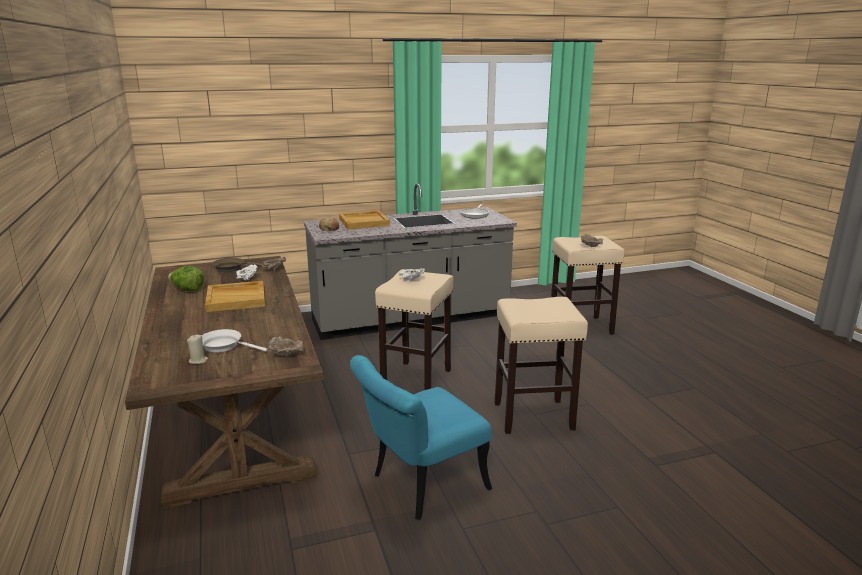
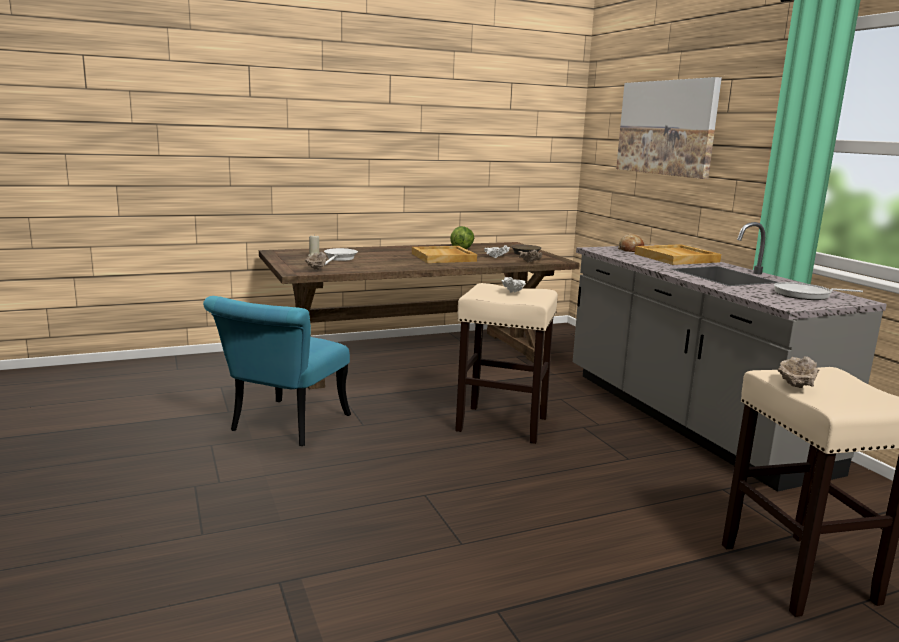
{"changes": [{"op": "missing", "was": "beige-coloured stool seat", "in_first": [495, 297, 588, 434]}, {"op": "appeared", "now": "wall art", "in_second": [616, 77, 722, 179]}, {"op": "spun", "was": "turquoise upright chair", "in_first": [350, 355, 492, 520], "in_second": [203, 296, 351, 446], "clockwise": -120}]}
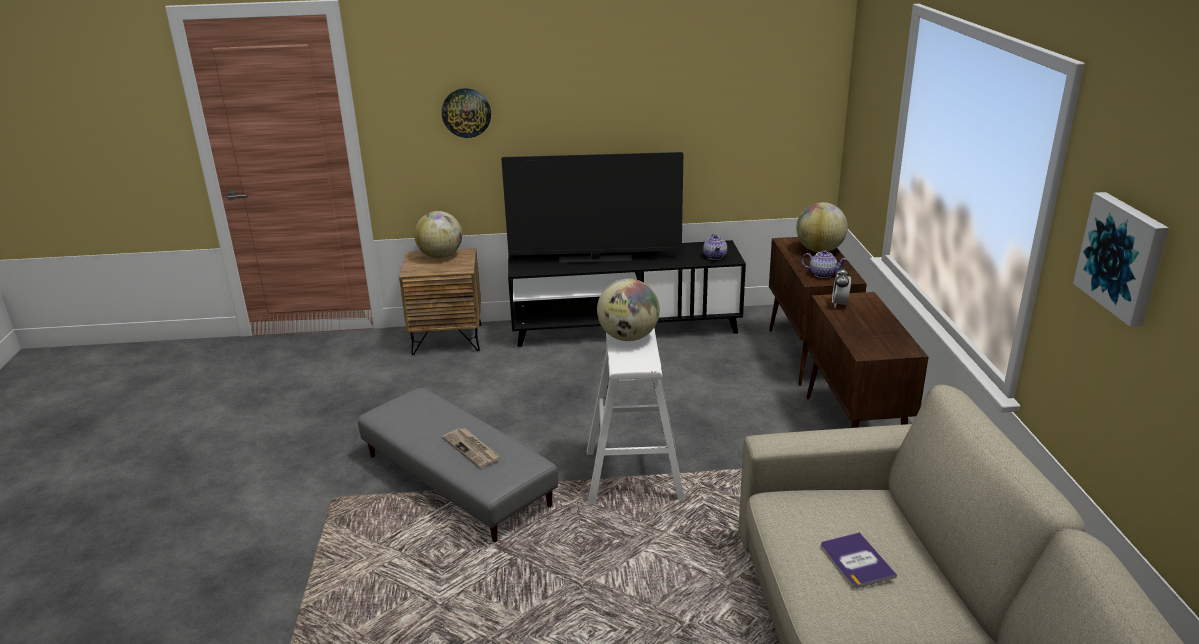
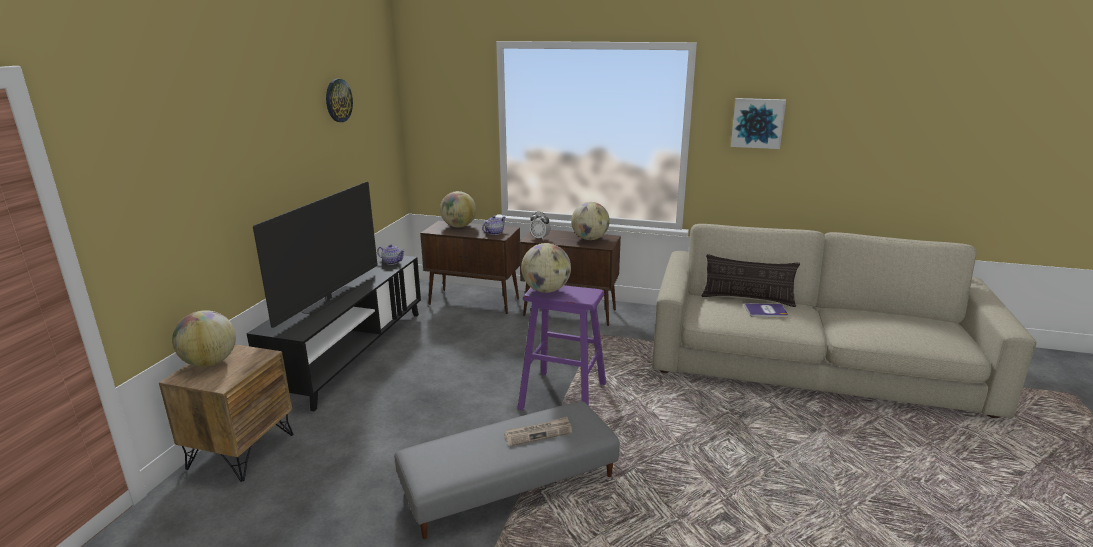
{"changes": [{"op": "appeared", "now": "world globe", "in_second": [571, 202, 610, 240]}, {"op": "appeared", "now": "cushion", "in_second": [701, 254, 800, 307]}, {"op": "relocated", "was": "wall clock", "in_first": [442, 88, 491, 138], "in_second": [326, 79, 353, 122]}, {"op": "colour", "was": "white-coloured stool seat", "now": "purple stool seat", "in_first": [587, 329, 685, 504], "in_second": [518, 285, 606, 410]}]}
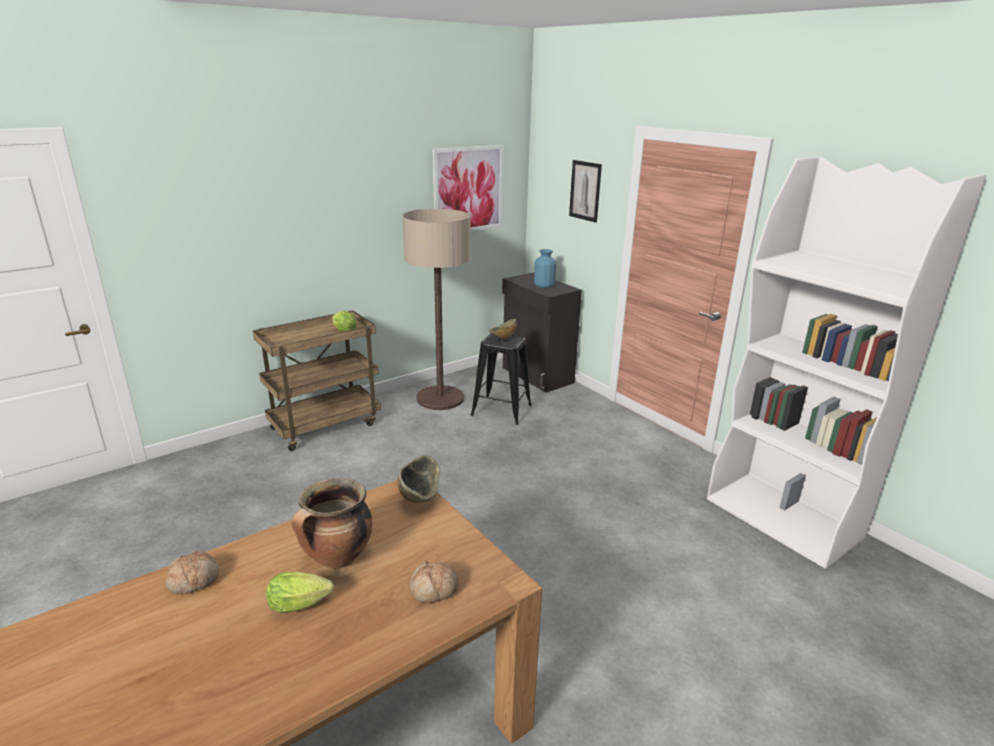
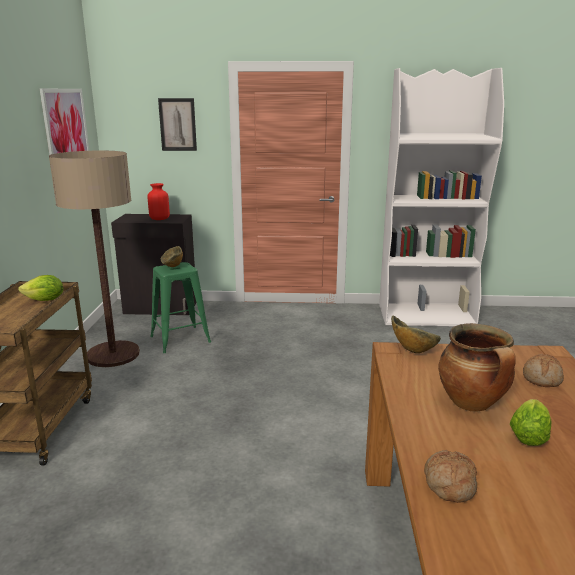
{"changes": [{"op": "colour", "was": "blackish stool seat", "now": "green-coloured stool seat", "in_first": [471, 333, 532, 425], "in_second": [150, 262, 211, 353]}, {"op": "colour", "was": "bluish flower vase", "now": "red-coloured flower vase", "in_first": [534, 249, 556, 288], "in_second": [147, 183, 170, 220]}]}
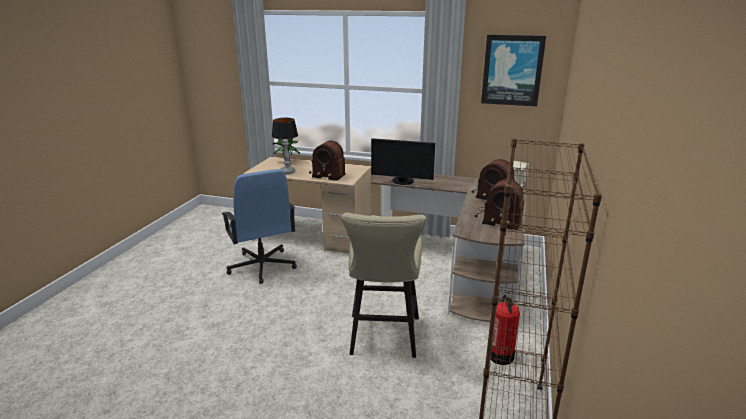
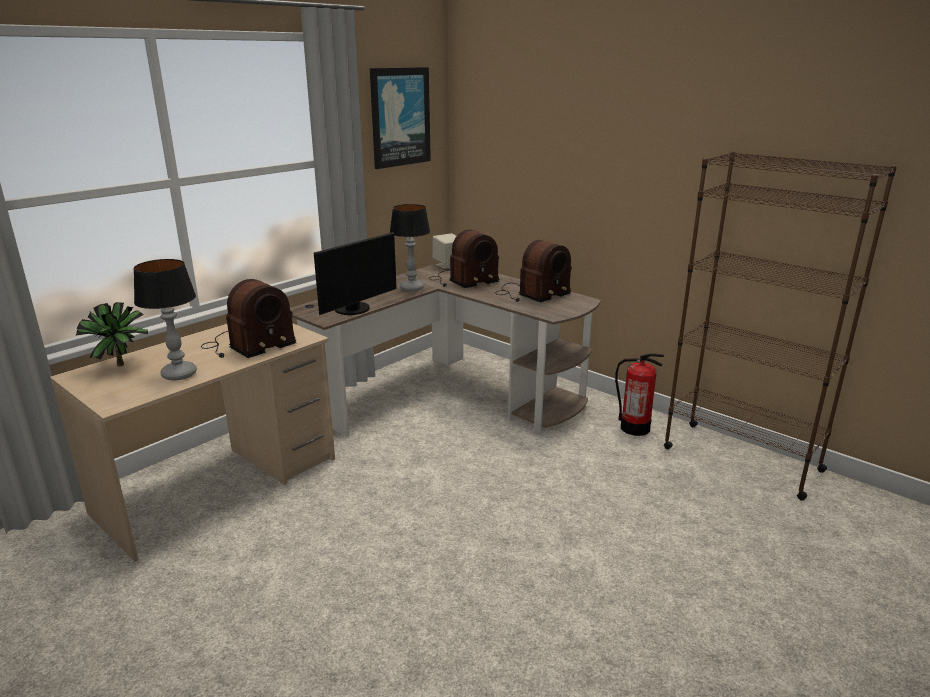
{"changes": [{"op": "missing", "was": "bluish desk chair", "in_first": [222, 169, 297, 284]}, {"op": "missing", "was": "beige-coloured stool seat", "in_first": [341, 213, 427, 358]}, {"op": "appeared", "now": "tabletop lamp", "in_second": [390, 204, 430, 292]}]}
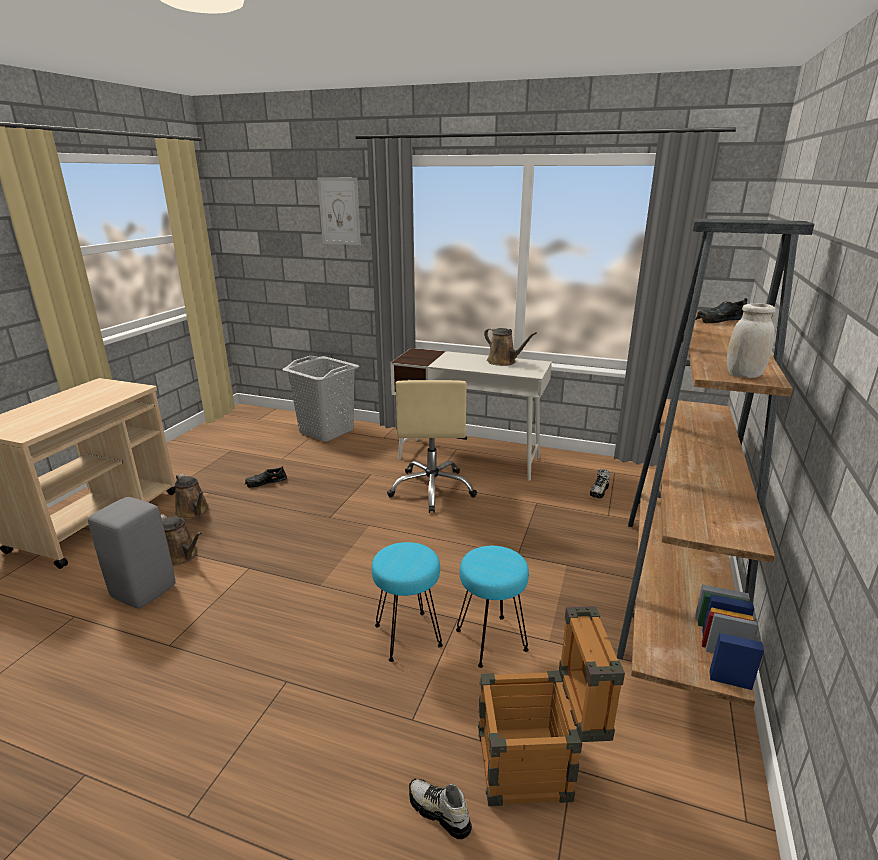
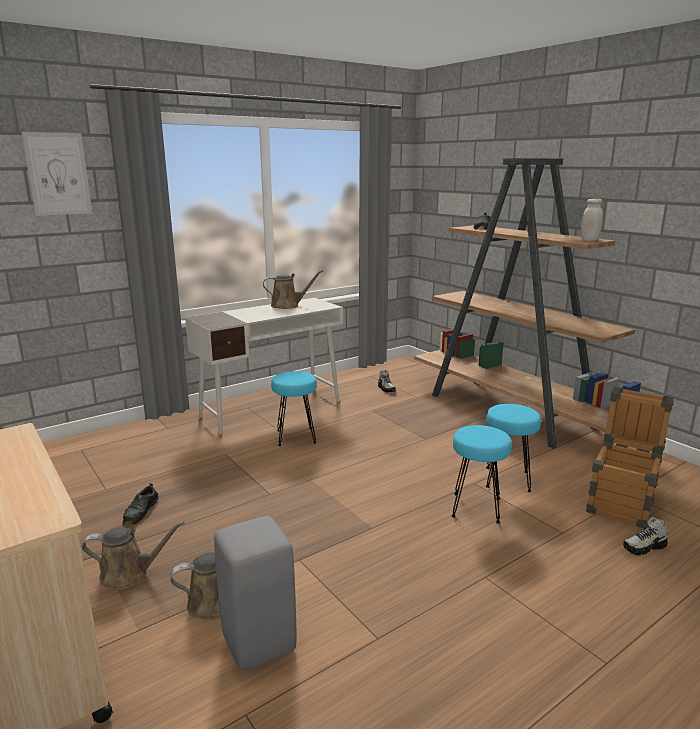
{"changes": [{"op": "missing", "was": "grey laundry basket", "in_first": [282, 356, 359, 442]}, {"op": "exchanged", "was": "beige-coloured desk chair", "now": "turquoise stool seat", "in_first": [387, 380, 477, 513], "in_second": [271, 371, 317, 446]}]}
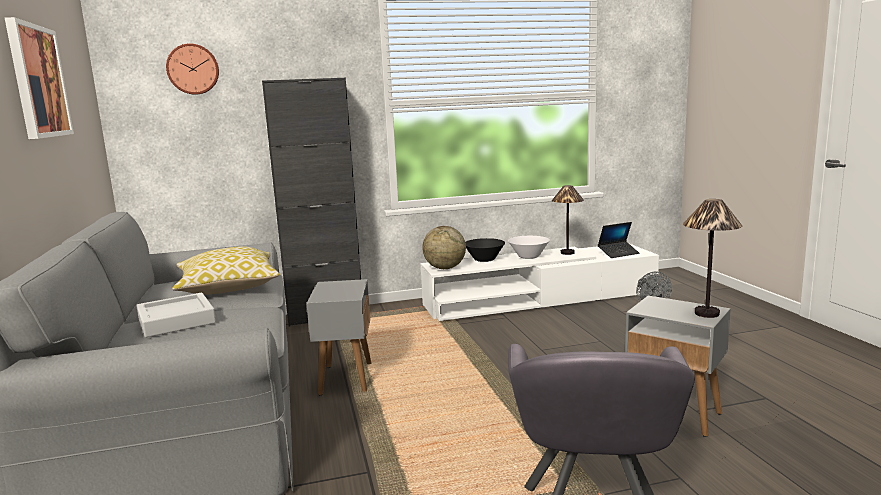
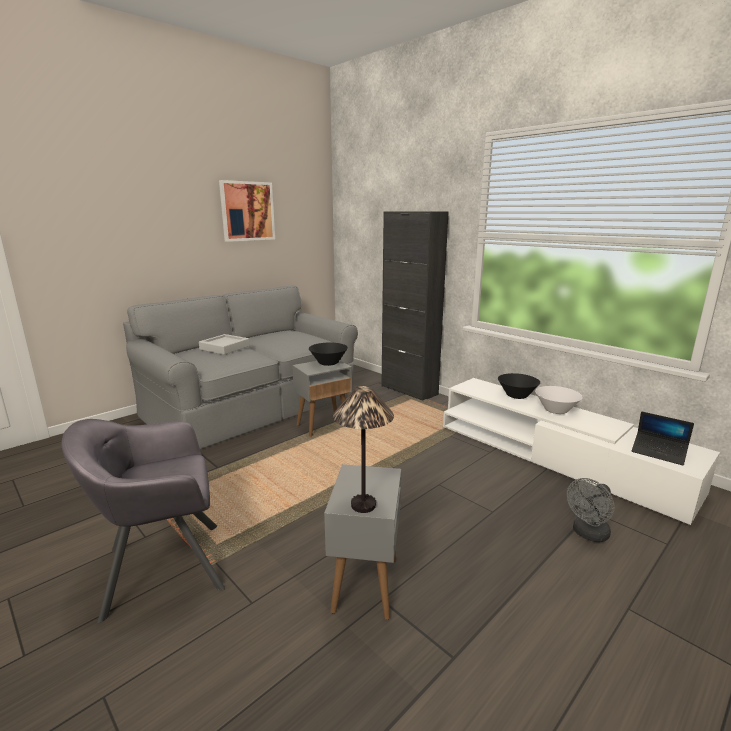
{"changes": [{"op": "missing", "was": "wall clock", "in_first": [166, 43, 219, 95]}, {"op": "missing", "was": "cushion", "in_first": [172, 246, 280, 295]}, {"op": "missing", "was": "world globe", "in_first": [422, 226, 466, 269]}, {"op": "missing", "was": "tabletop lamp", "in_first": [552, 185, 584, 255]}, {"op": "appeared", "now": "blackish deep dish", "in_second": [309, 343, 348, 366]}]}
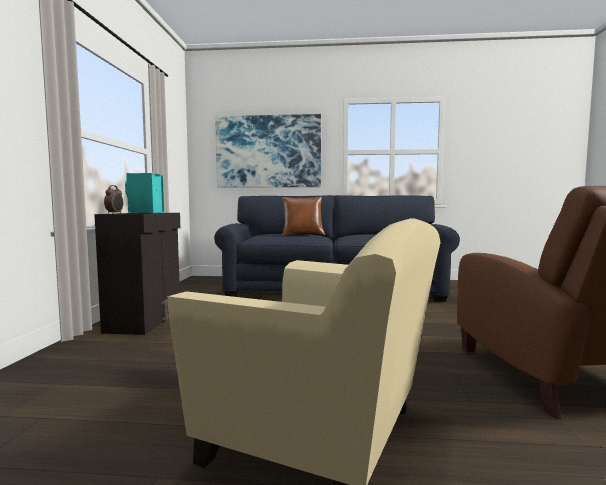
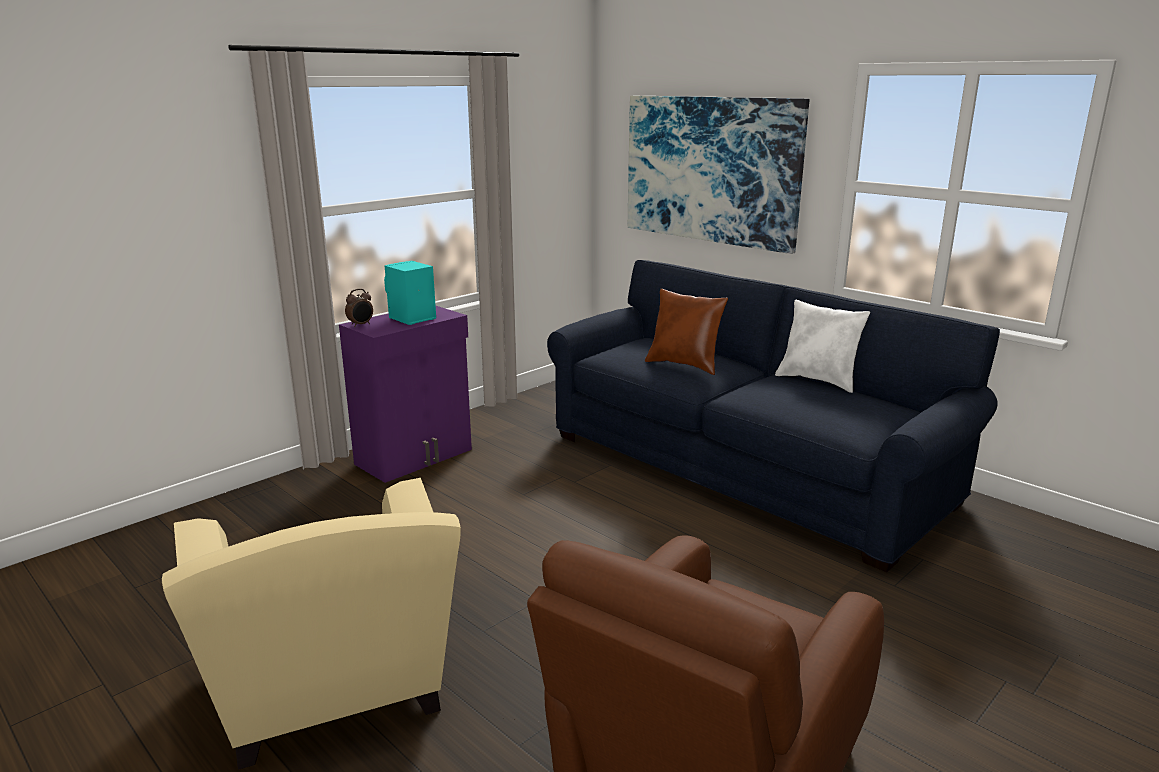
{"changes": [{"op": "appeared", "now": "white-coloured cushion", "in_second": [775, 300, 871, 393]}, {"op": "colour", "was": "blackish storage cabinet", "now": "purple storage cabinet", "in_first": [94, 213, 180, 335], "in_second": [339, 306, 472, 483]}]}
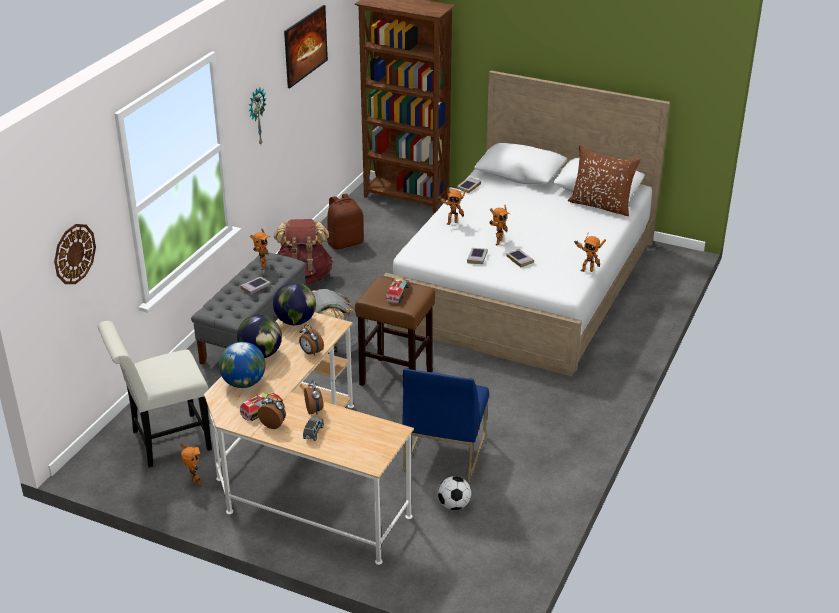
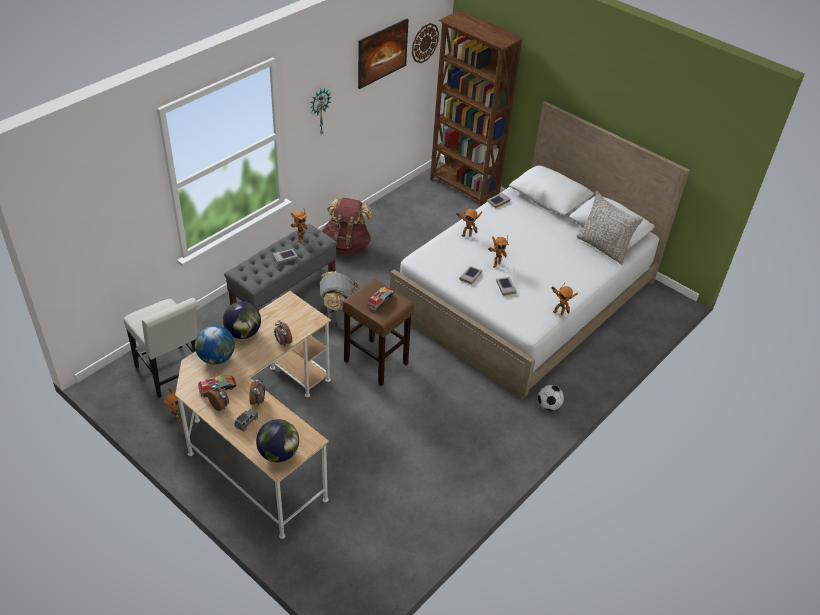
{"changes": [{"op": "missing", "was": "brown-coloured knapsack", "in_first": [327, 193, 364, 250]}, {"op": "missing", "was": "bluish upright chair", "in_first": [402, 368, 489, 483]}, {"op": "relocated", "was": "wall clock", "in_first": [54, 224, 96, 284], "in_second": [412, 23, 439, 63]}, {"op": "relocated", "was": "world globe", "in_first": [273, 283, 316, 325], "in_second": [256, 419, 299, 462]}, {"op": "relocated", "was": "football ball", "in_first": [438, 476, 471, 510], "in_second": [538, 385, 564, 411]}, {"op": "colour", "was": "brown-coloured cushion", "now": "grey cushion", "in_first": [568, 145, 640, 216], "in_second": [577, 191, 643, 265]}, {"op": "spun", "was": "white-coloured upright chair", "in_first": [97, 321, 212, 468], "in_second": [123, 298, 199, 398], "clockwise": -120}]}
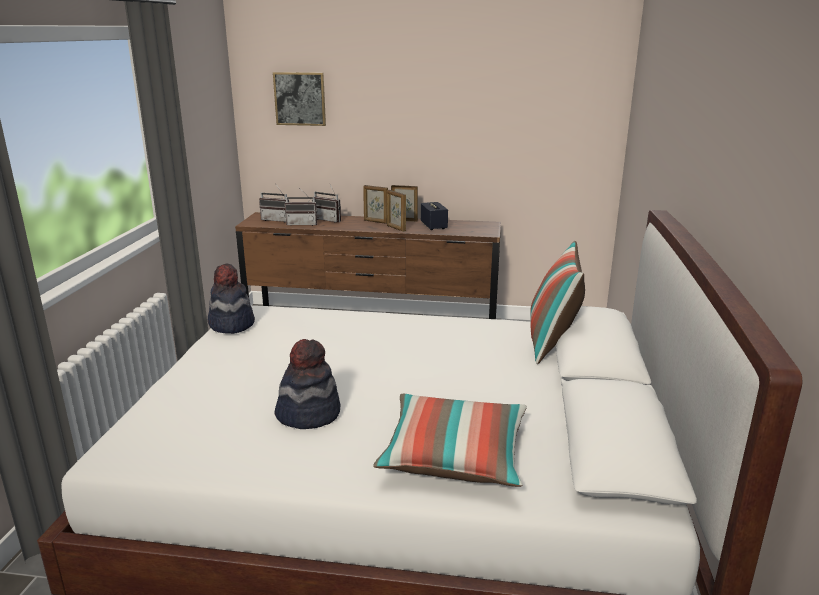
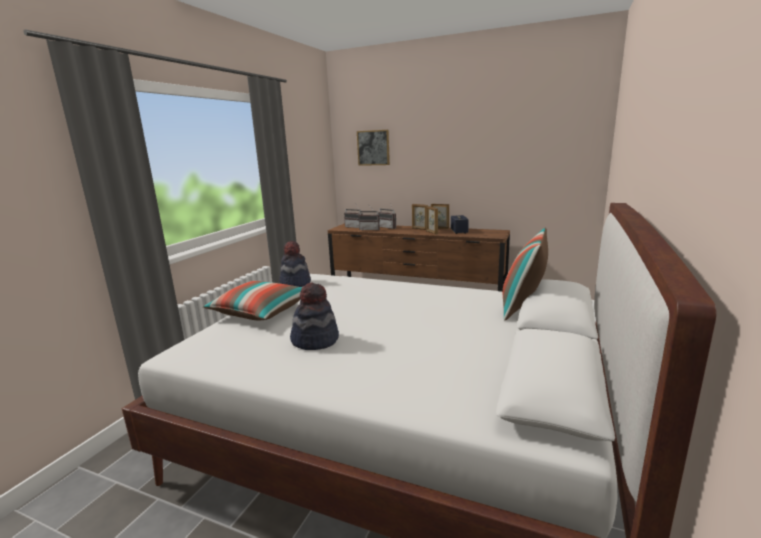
{"changes": [{"op": "relocated", "was": "cushion", "in_first": [373, 394, 527, 487], "in_second": [203, 281, 303, 320]}]}
